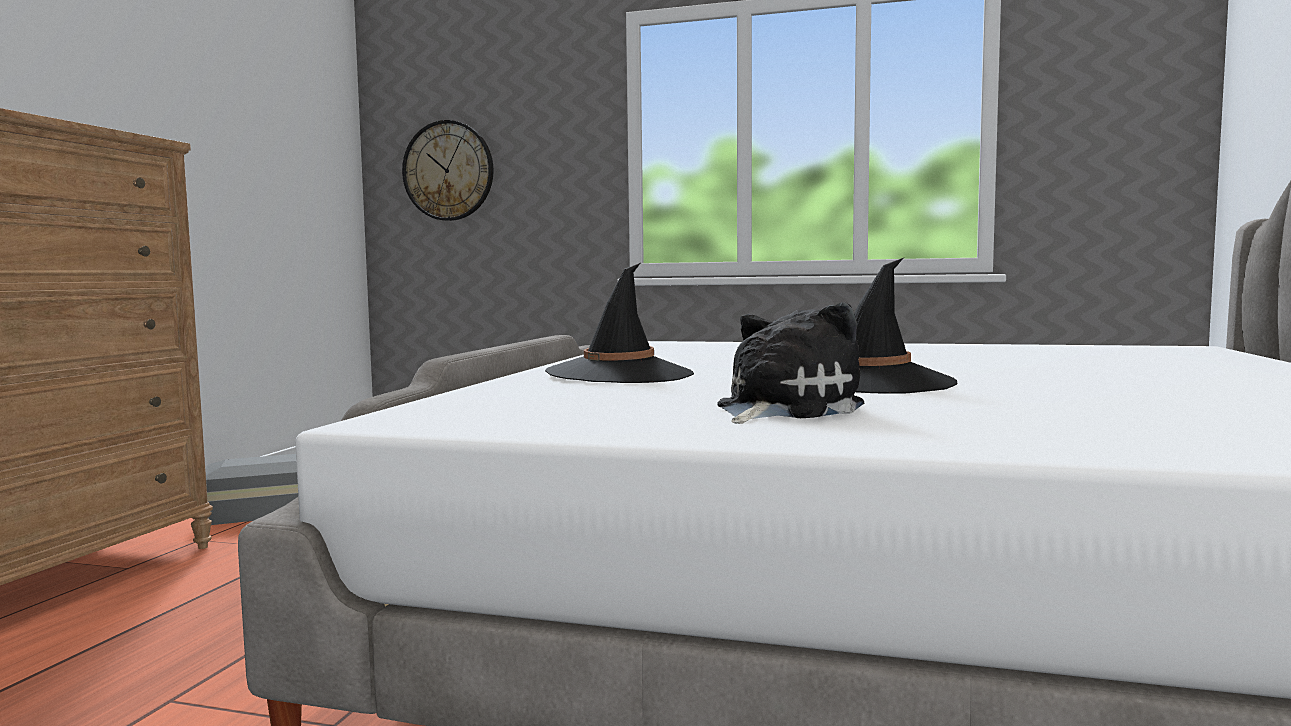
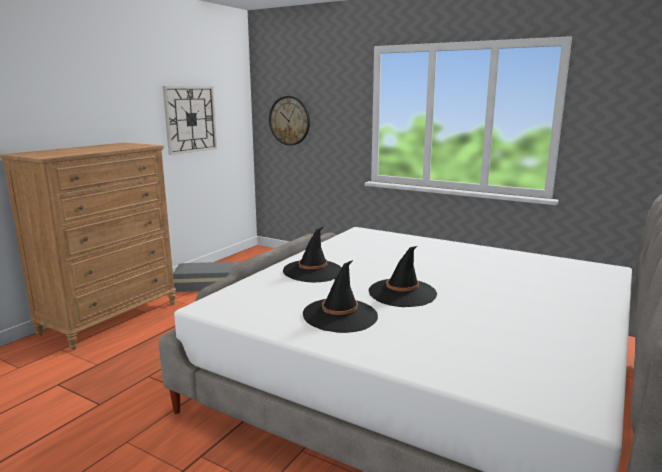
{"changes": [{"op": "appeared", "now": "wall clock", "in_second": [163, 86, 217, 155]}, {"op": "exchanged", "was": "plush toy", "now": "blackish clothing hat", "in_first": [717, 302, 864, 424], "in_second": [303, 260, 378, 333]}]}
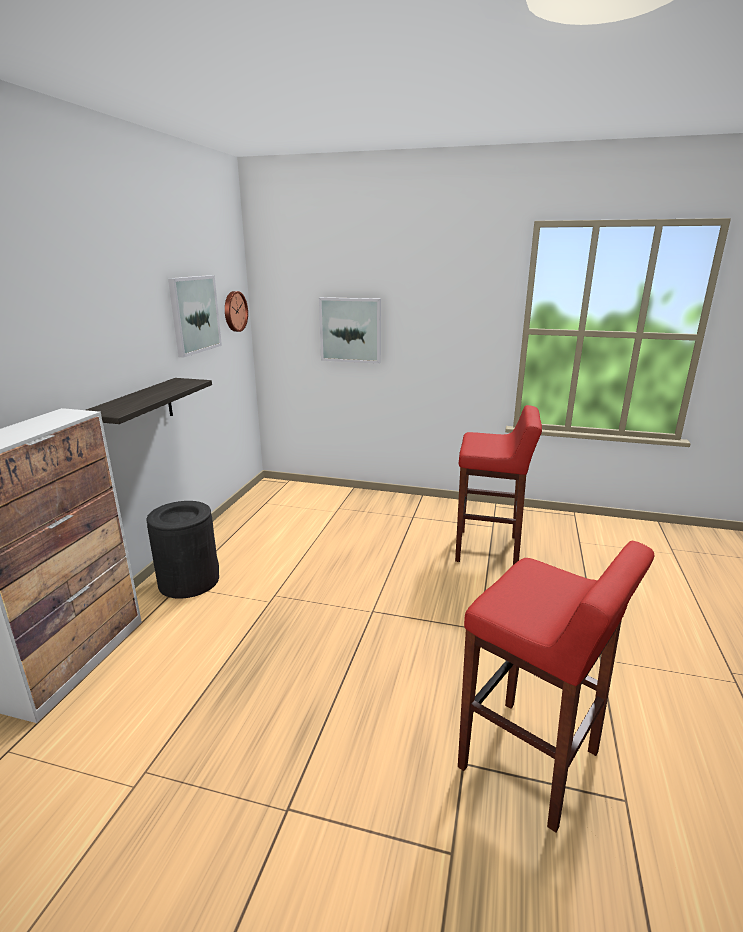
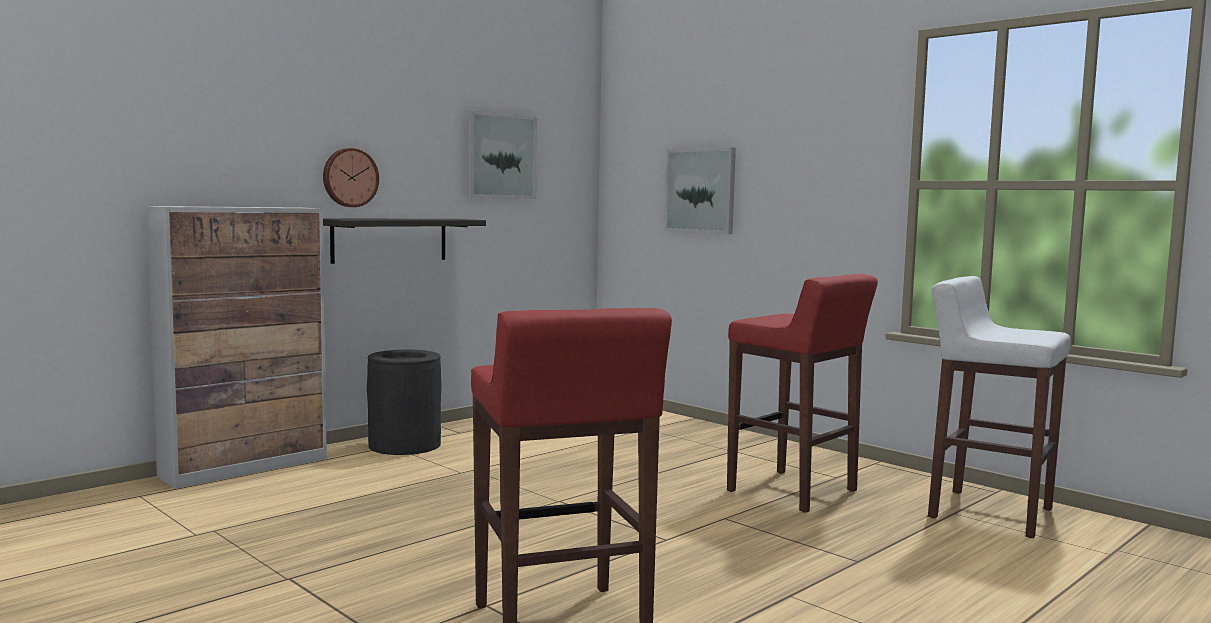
{"changes": [{"op": "appeared", "now": "white-coloured stool seat", "in_second": [928, 276, 1071, 538]}, {"op": "relocated", "was": "wall clock", "in_first": [225, 291, 248, 332], "in_second": [323, 148, 379, 207]}]}
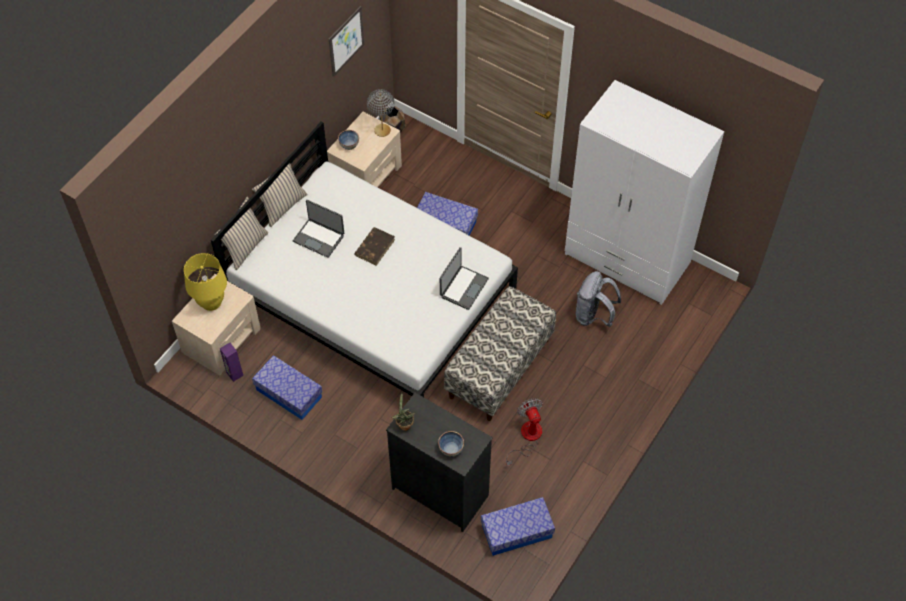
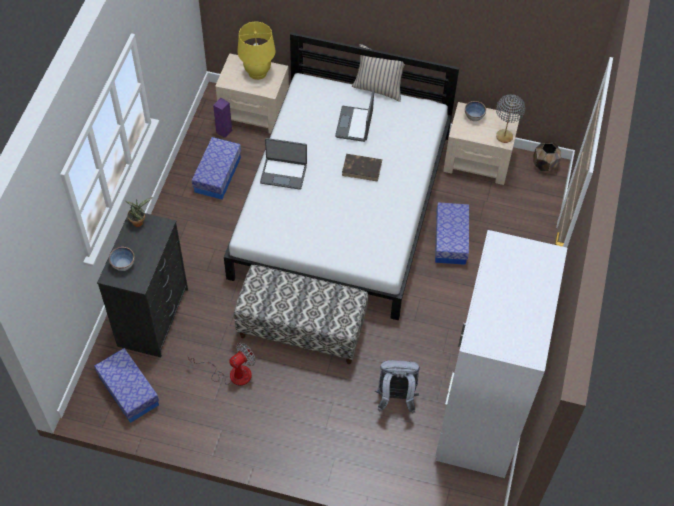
{"changes": [{"op": "missing", "was": "beige-coloured cushion", "in_first": [215, 196, 268, 270]}, {"op": "missing", "was": "wall art", "in_first": [329, 6, 364, 77]}, {"op": "relocated", "was": "laptop", "in_first": [440, 247, 489, 310], "in_second": [260, 138, 307, 190]}]}
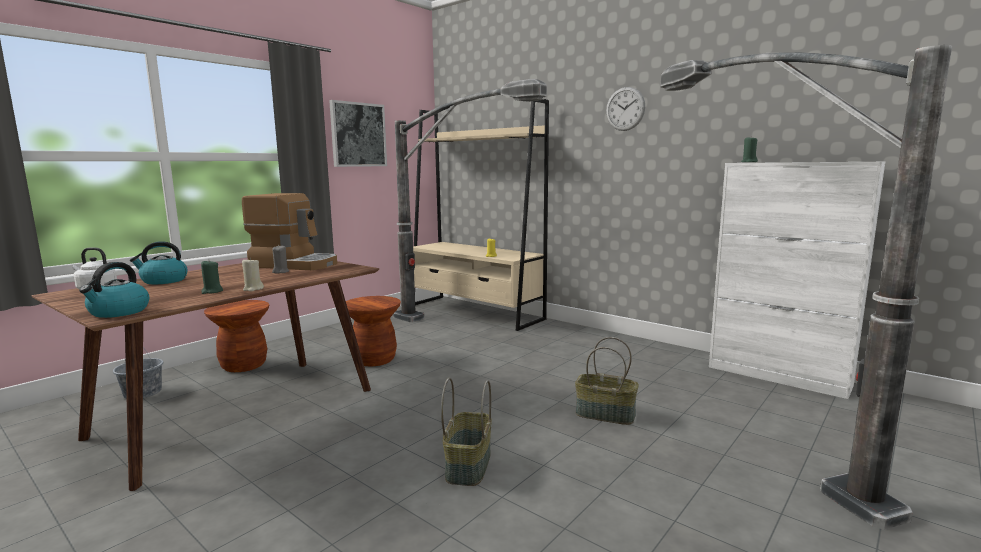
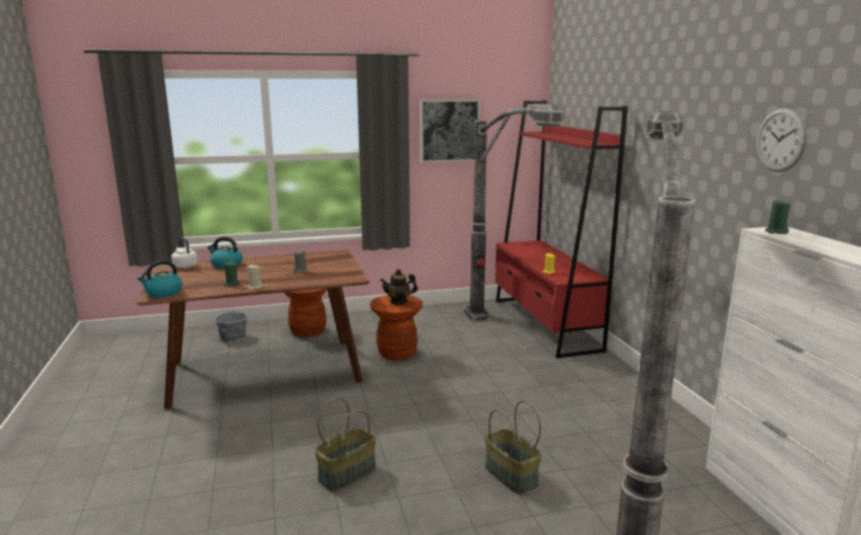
{"changes": [{"op": "missing", "was": "coffee machine", "in_first": [242, 193, 337, 270]}, {"op": "appeared", "now": "teapot", "in_second": [380, 269, 418, 305]}, {"op": "relocated", "was": "wall clock", "in_first": [606, 87, 645, 131], "in_second": [756, 108, 808, 172]}, {"op": "colour", "was": "beige-coloured bookcase", "now": "red-coloured bookcase", "in_first": [413, 99, 549, 331], "in_second": [495, 100, 628, 358]}]}
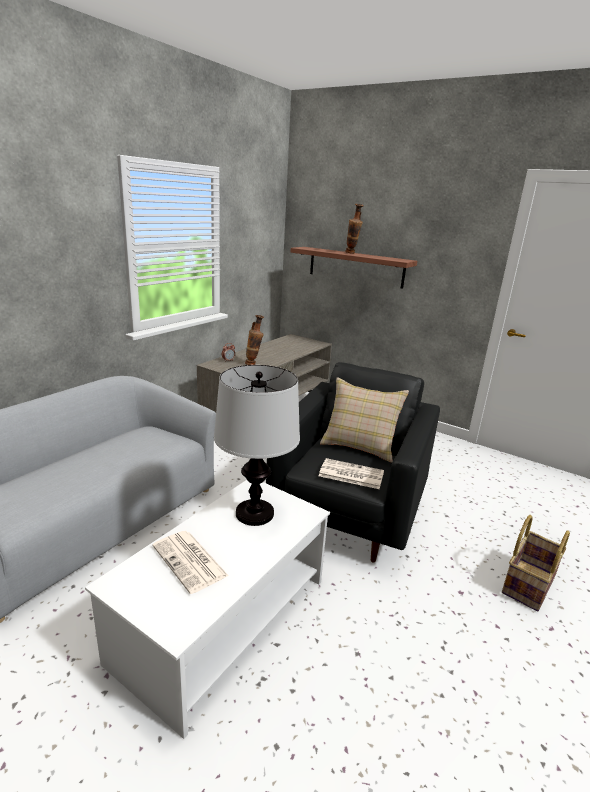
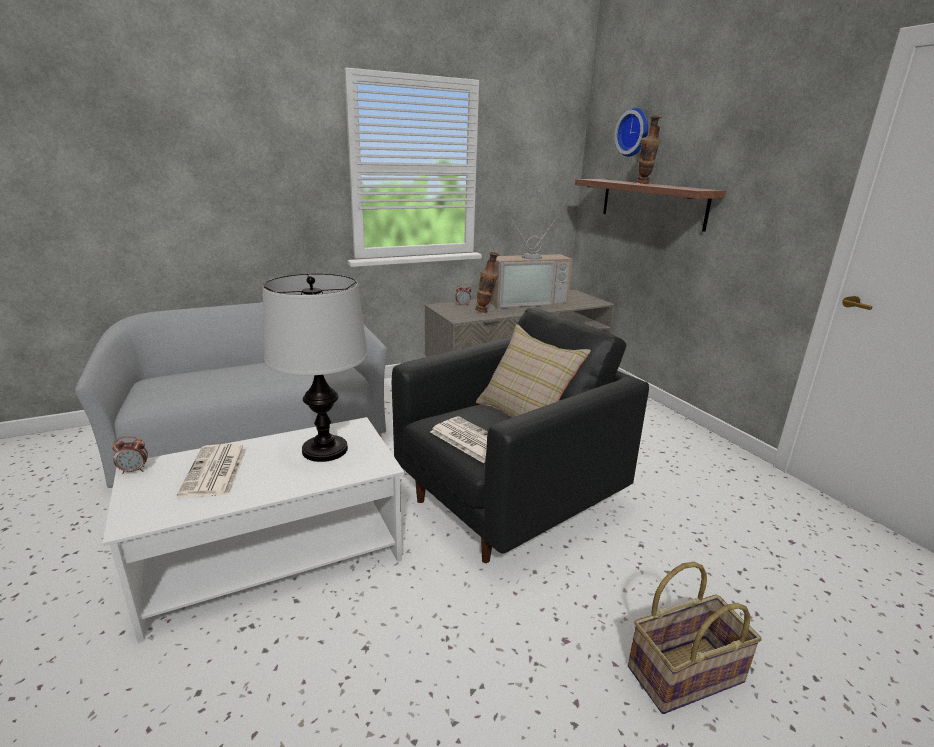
{"changes": [{"op": "appeared", "now": "bedside clock", "in_second": [112, 436, 148, 474]}, {"op": "appeared", "now": "television", "in_second": [489, 217, 573, 309]}, {"op": "appeared", "now": "wall clock", "in_second": [614, 108, 648, 157]}]}
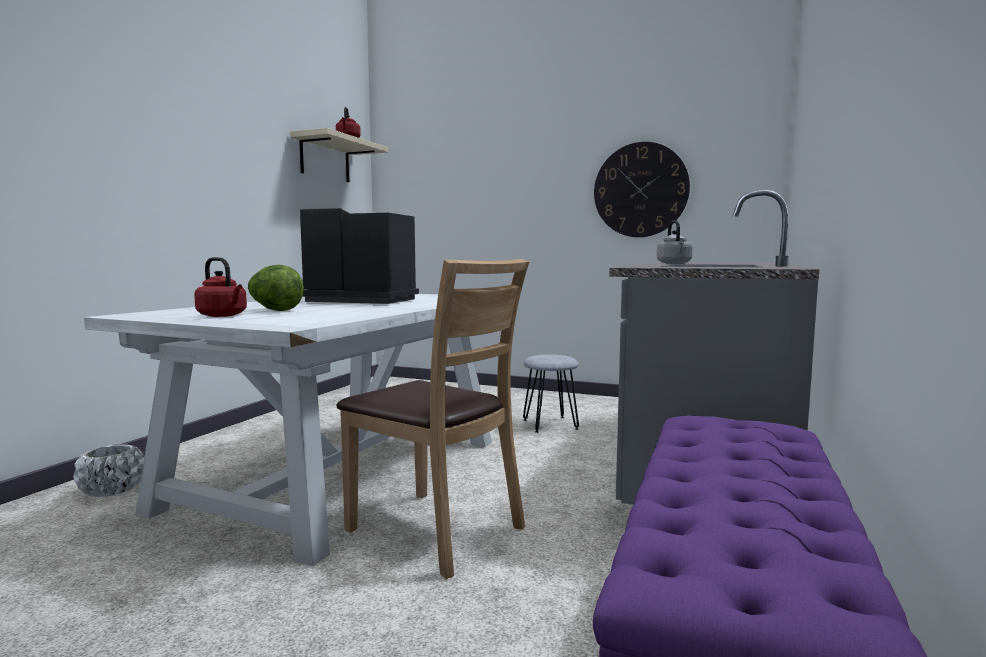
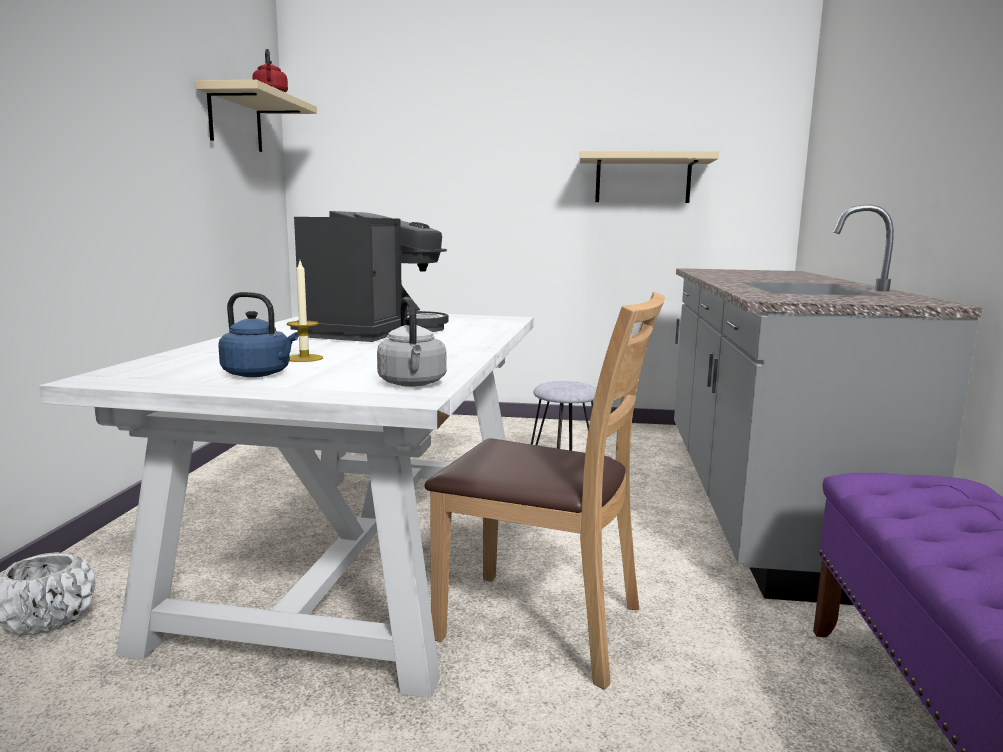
{"changes": [{"op": "relocated", "was": "grey water kettle", "in_first": [657, 221, 693, 264], "in_second": [377, 297, 447, 387]}, {"op": "exchanged", "was": "lettuce", "now": "wax candle", "in_first": [248, 265, 304, 311], "in_second": [287, 261, 323, 362]}, {"op": "exchanged", "was": "wall clock", "now": "beige-coloured shelf", "in_first": [594, 142, 690, 237], "in_second": [580, 151, 719, 203]}, {"op": "colour", "was": "red-coloured water kettle", "now": "bluish water kettle", "in_first": [194, 257, 247, 317], "in_second": [218, 292, 298, 377]}, {"op": "spun", "was": "coffee machine", "in_first": [300, 208, 419, 304], "in_second": [290, 211, 448, 342], "clockwise": 105}]}
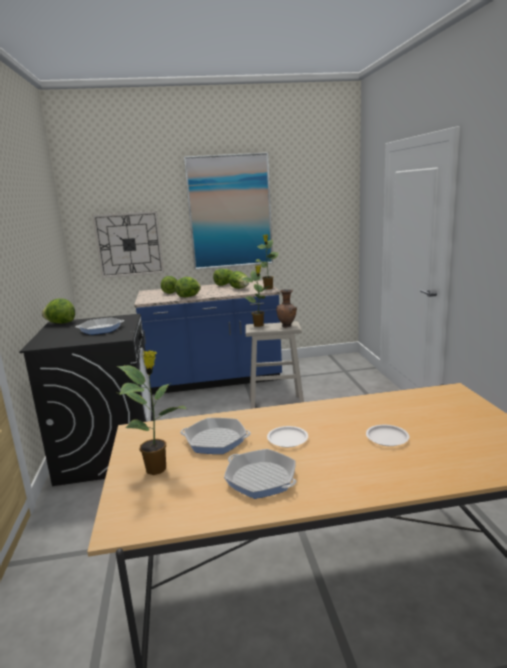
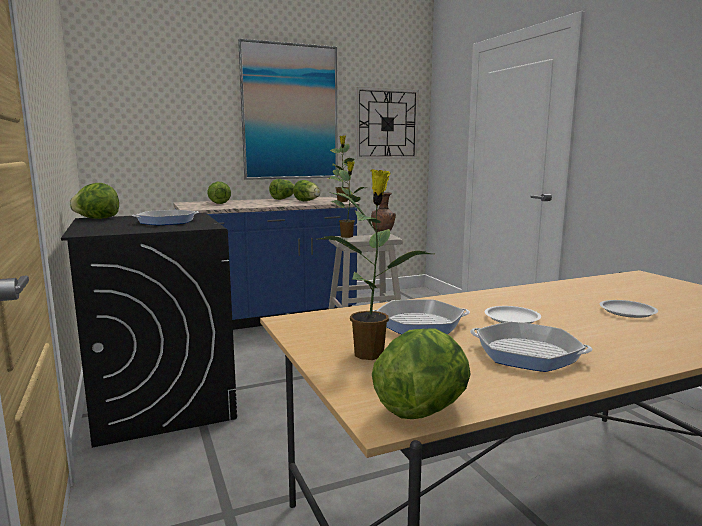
{"changes": [{"op": "relocated", "was": "wall clock", "in_first": [92, 211, 164, 278], "in_second": [356, 87, 419, 159]}, {"op": "relocated", "was": "lettuce", "in_first": [175, 277, 201, 297], "in_second": [372, 329, 470, 419]}]}
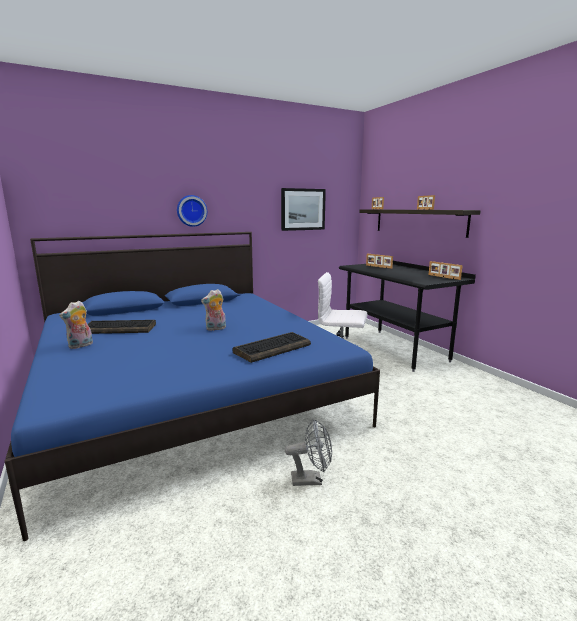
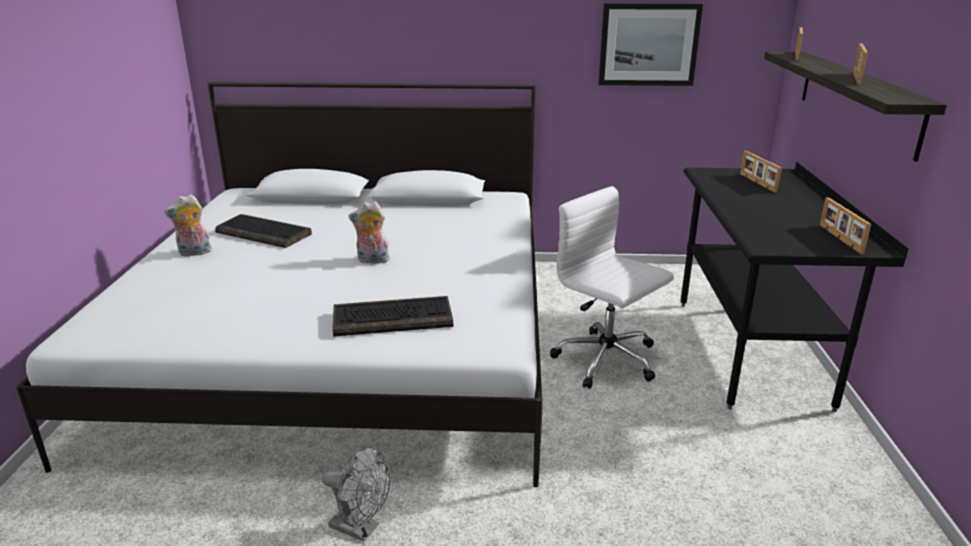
{"changes": [{"op": "missing", "was": "wall clock", "in_first": [177, 195, 207, 227]}, {"op": "colour", "was": "bluish bed", "now": "white-coloured bed", "in_first": [4, 232, 380, 541], "in_second": [16, 82, 543, 487]}]}
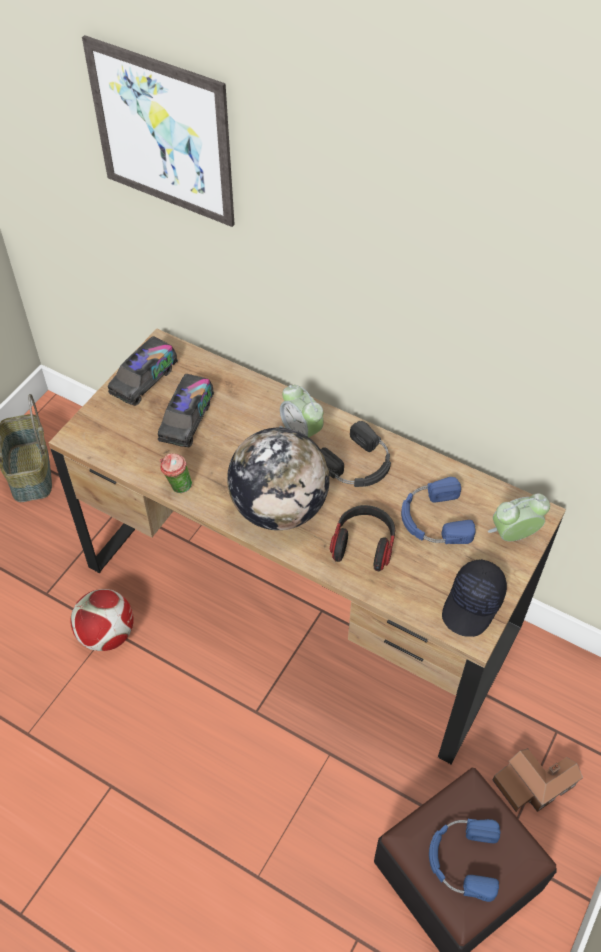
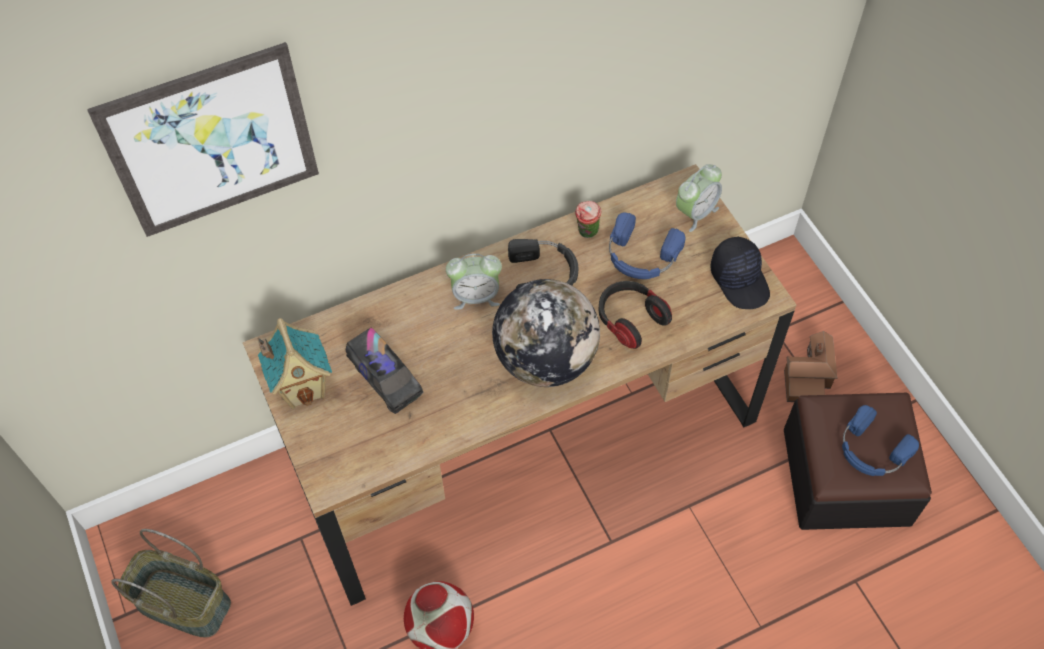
{"changes": [{"op": "relocated", "was": "small cup", "in_first": [160, 453, 192, 493], "in_second": [575, 201, 602, 238]}, {"op": "exchanged", "was": "toy truck", "now": "model house", "in_first": [108, 336, 178, 406], "in_second": [258, 318, 332, 409]}, {"op": "spun", "was": "bedside clock", "in_first": [488, 493, 550, 541], "in_second": [676, 164, 722, 232], "clockwise": -150}]}
